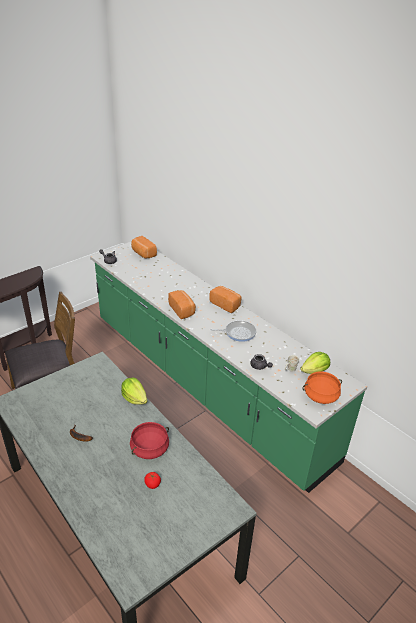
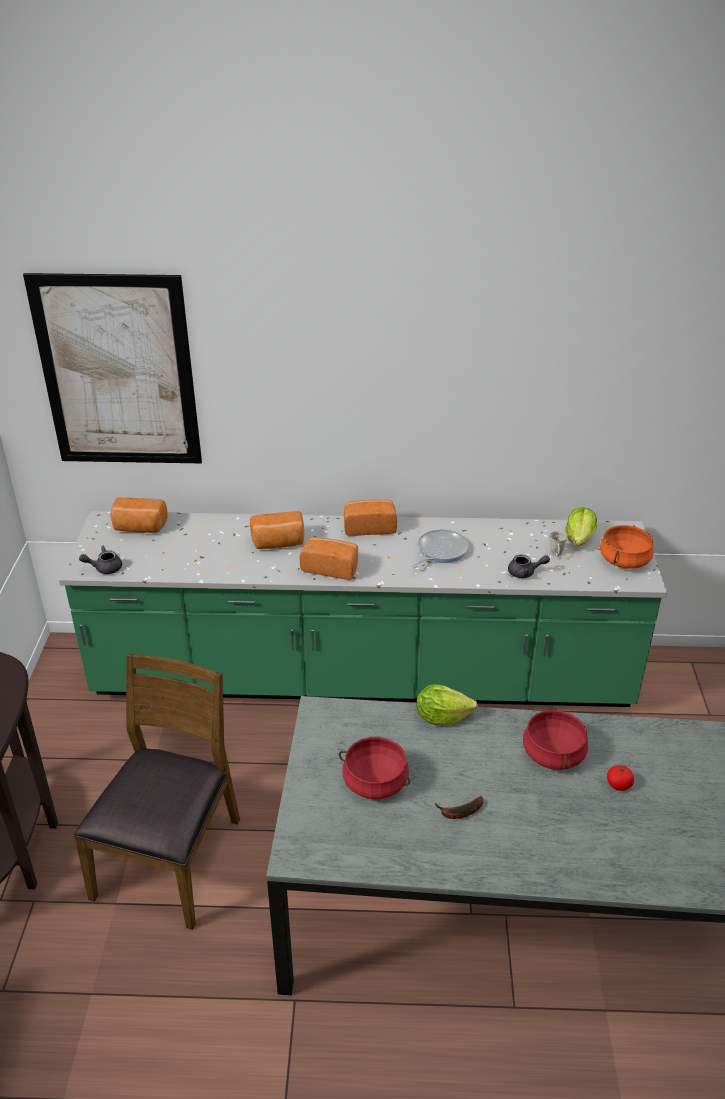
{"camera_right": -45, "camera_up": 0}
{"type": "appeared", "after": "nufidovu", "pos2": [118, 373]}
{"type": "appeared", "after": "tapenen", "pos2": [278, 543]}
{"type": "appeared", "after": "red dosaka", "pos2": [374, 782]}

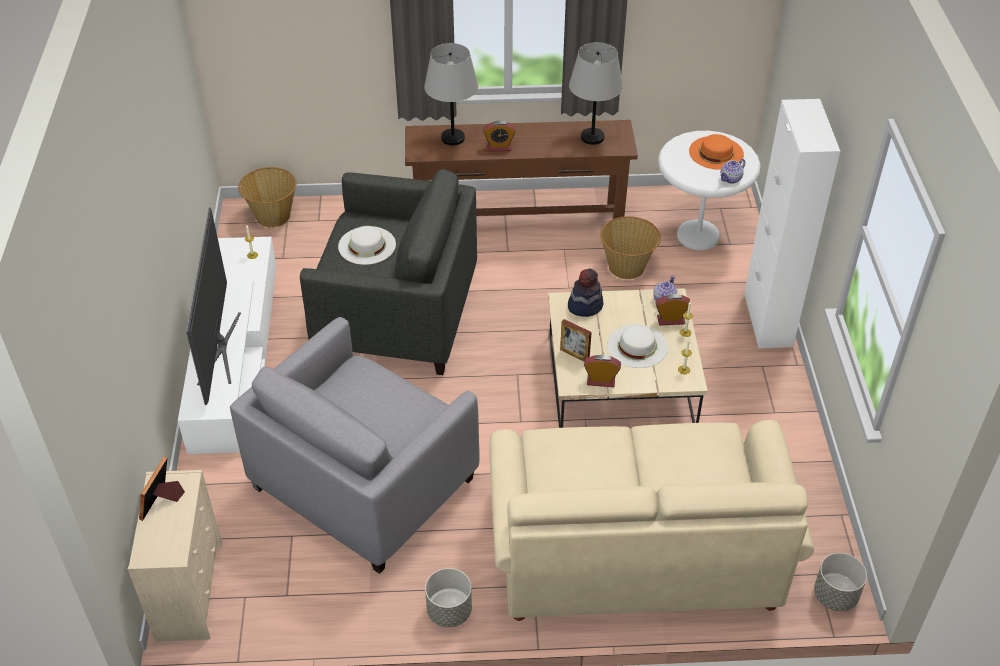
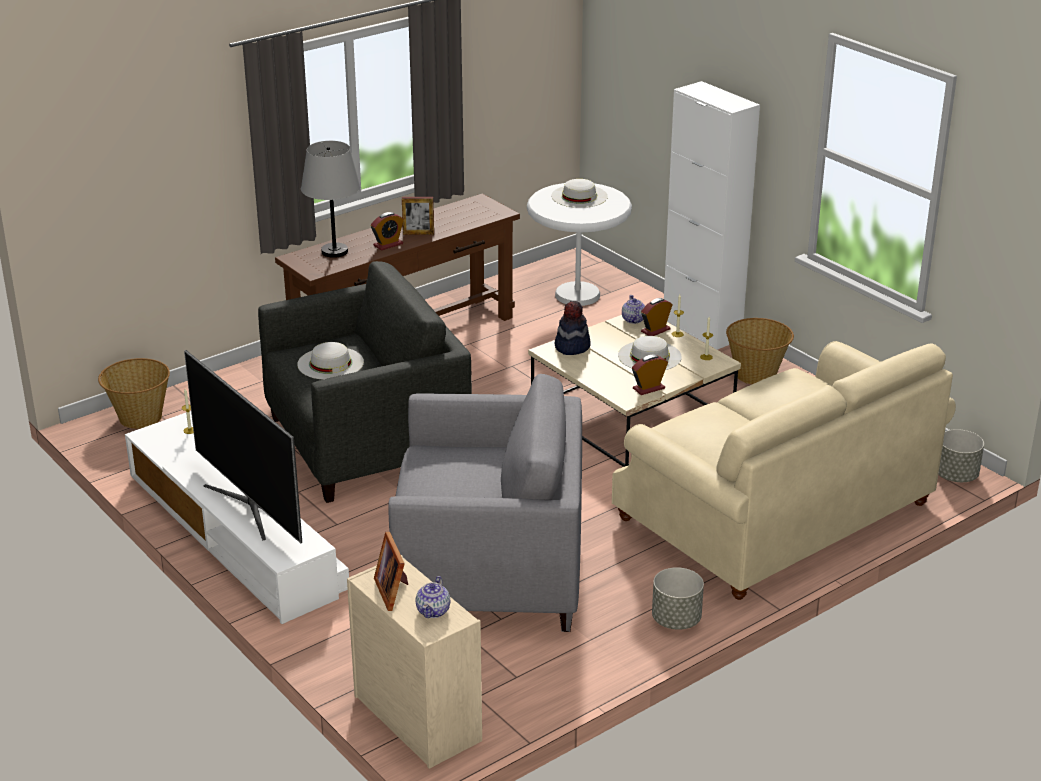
{"camera_right": -35, "camera_up": -15}
{"type": "spun", "before": "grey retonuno", "pos1": [364, 483], "pos2": [489, 570], "turn": -90}
{"type": "relocated", "before": "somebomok", "pos1": [574, 355], "pos2": [418, 233]}
{"type": "relocated", "before": "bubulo", "pos1": [731, 179], "pos2": [433, 610]}
{"type": "colour", "before": "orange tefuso", "after": "white tefuso", "pos1": [716, 152], "pos2": [579, 196]}
{"type": "relocated", "before": "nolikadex", "pos1": [627, 267], "pos2": [756, 374]}
{"type": "missing", "before": "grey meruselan", "pos1": [592, 137]}

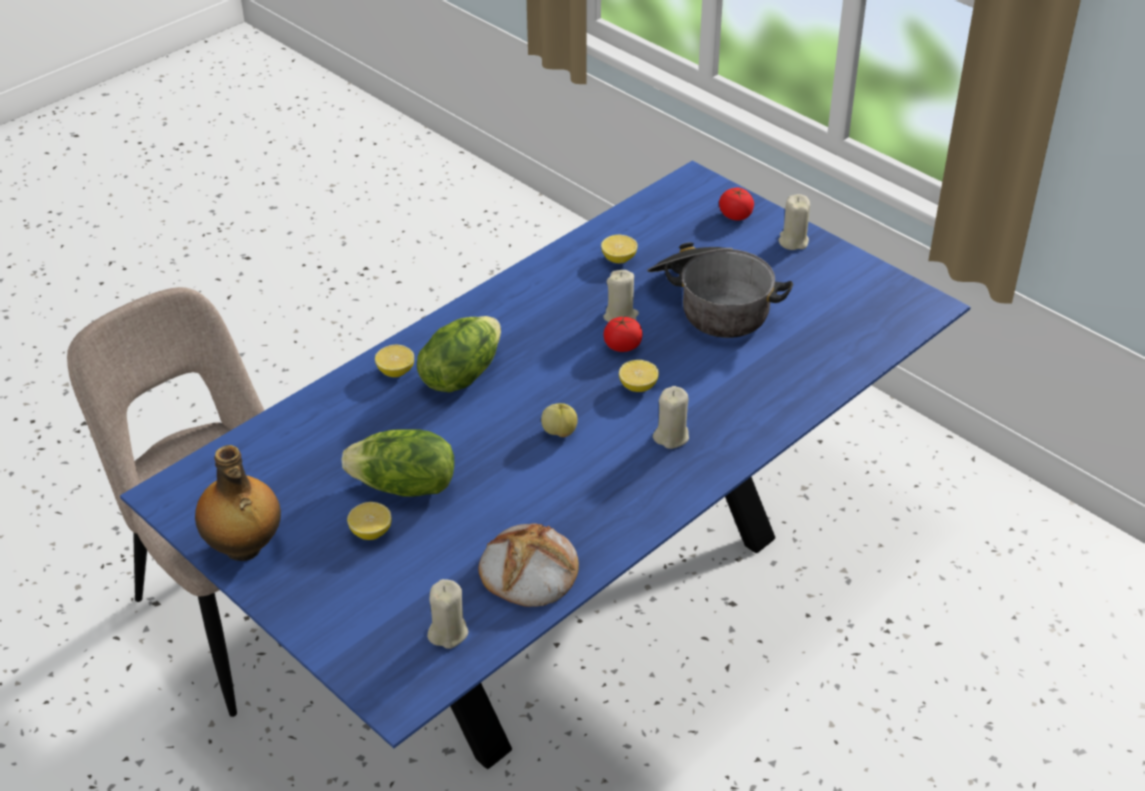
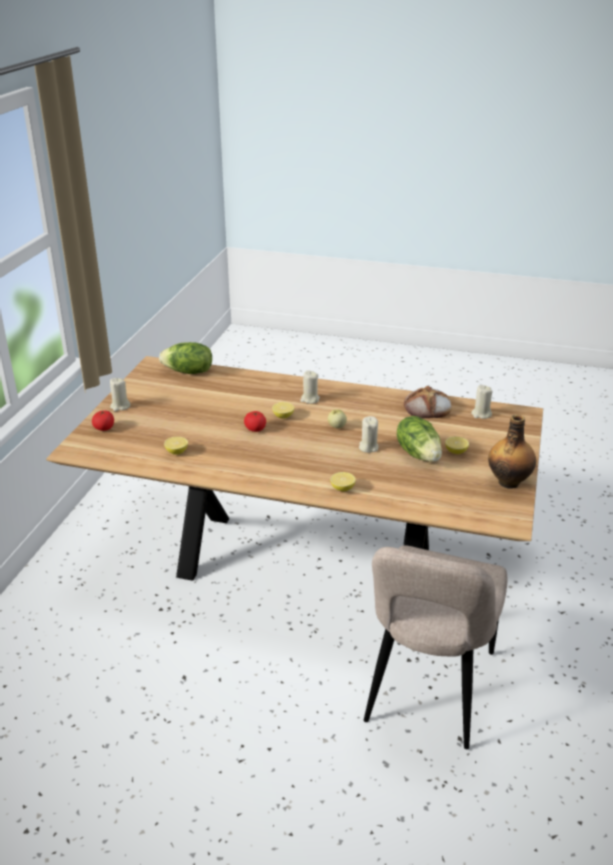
{"camera_right": -120, "camera_up": -10}
{"type": "colour", "before": "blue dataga", "after": "brown dataga", "pos1": [574, 598], "pos2": [306, 566]}
{"type": "relocated", "before": "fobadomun", "pos1": [460, 374], "pos2": [188, 372]}
{"type": "relocated", "before": "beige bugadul", "pos1": [621, 316], "pos2": [368, 447]}
{"type": "missing", "before": "dosaka", "pos1": [712, 304]}

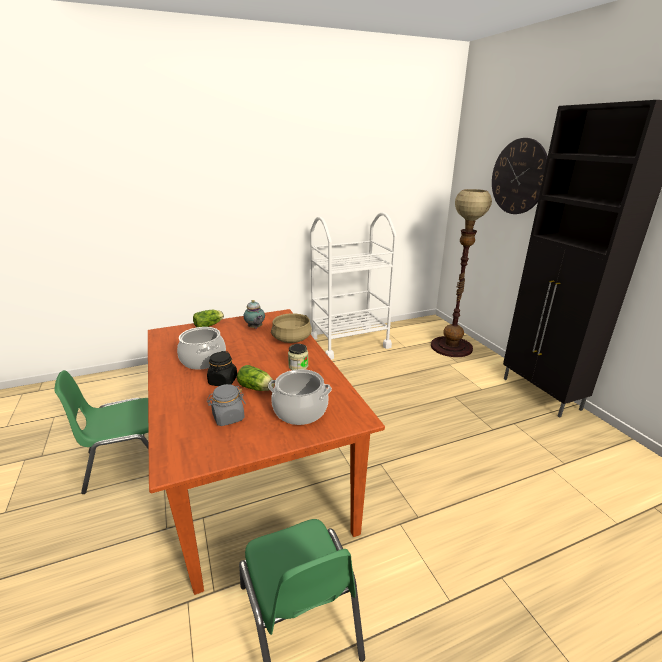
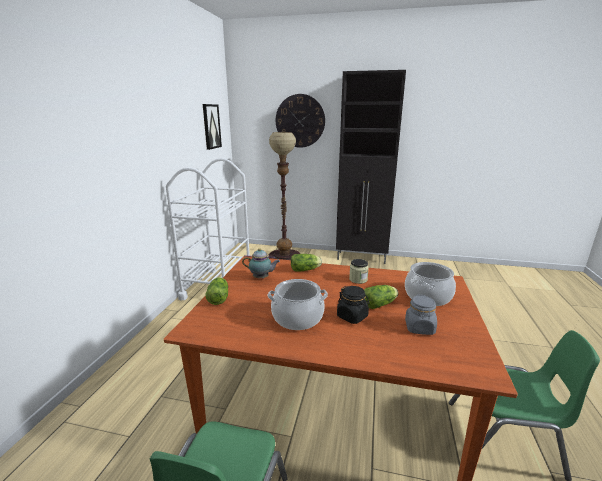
{"camera_right": -55, "camera_up": -5}
{"type": "appeared", "after": "nufidovu", "pos2": [211, 126]}
{"type": "exchanged", "before": "beige dosaka", "after": "fobadomun", "pos1": [291, 339], "pos2": [306, 270]}

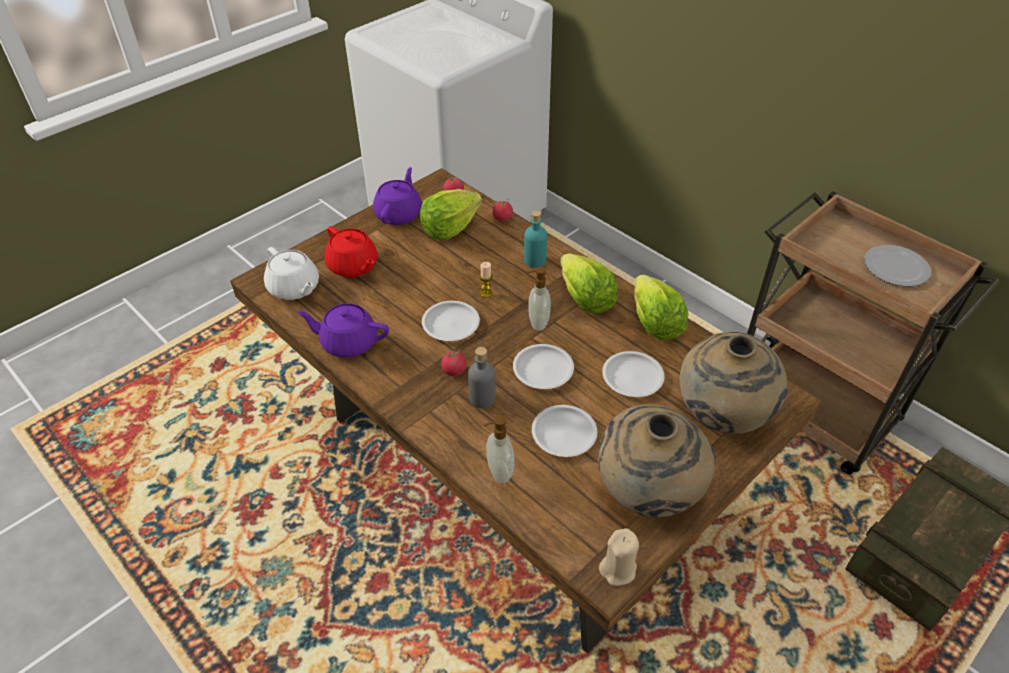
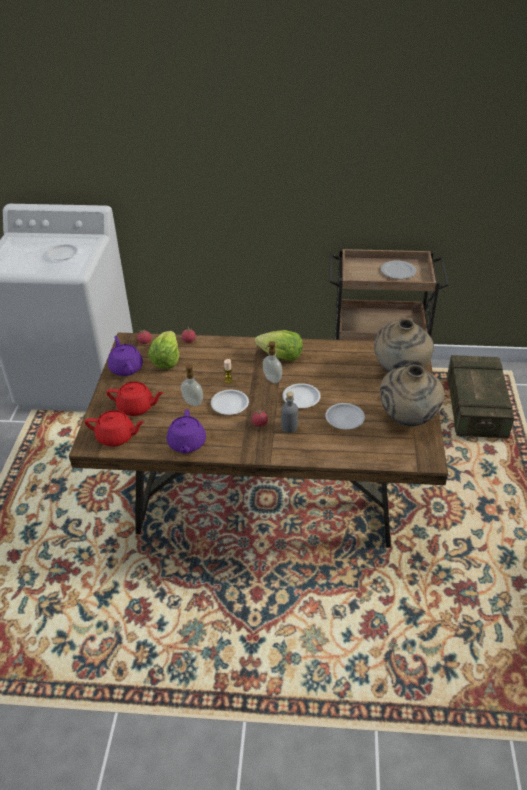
{"camera_right": -40, "camera_up": -5}
{"type": "relocated", "before": "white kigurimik", "pos1": [632, 378], "pos2": [62, 254]}
{"type": "colour", "before": "white bubulo", "after": "red bubulo", "pos1": [294, 288], "pos2": [116, 437]}
{"type": "spun", "before": "purple bubulo", "pos1": [348, 342], "pos2": [186, 444], "turn": -60}
{"type": "relocated", "before": "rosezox", "pos1": [499, 471], "pos2": [192, 403]}
{"type": "missing", "before": "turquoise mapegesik", "pos1": [534, 260]}
{"type": "missing", "before": "beige bugadul", "pos1": [618, 569]}
{"type": "missing", "before": "fobadomun", "pos1": [654, 323]}

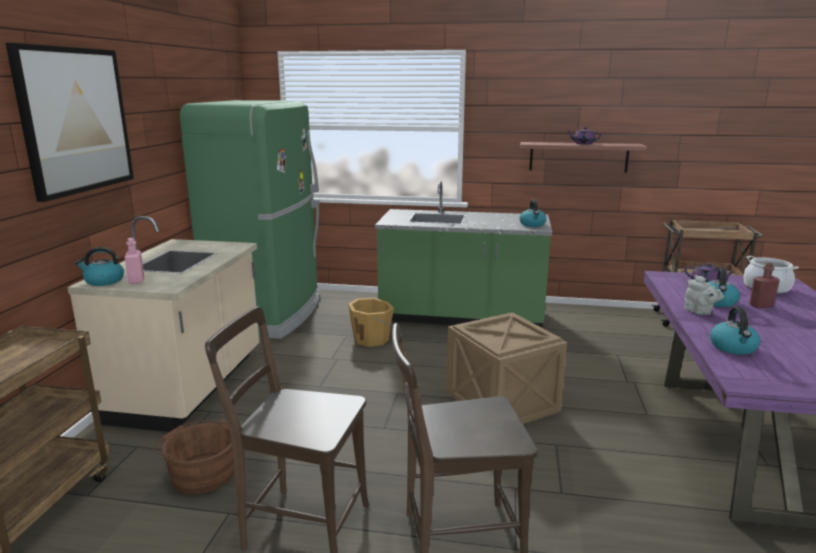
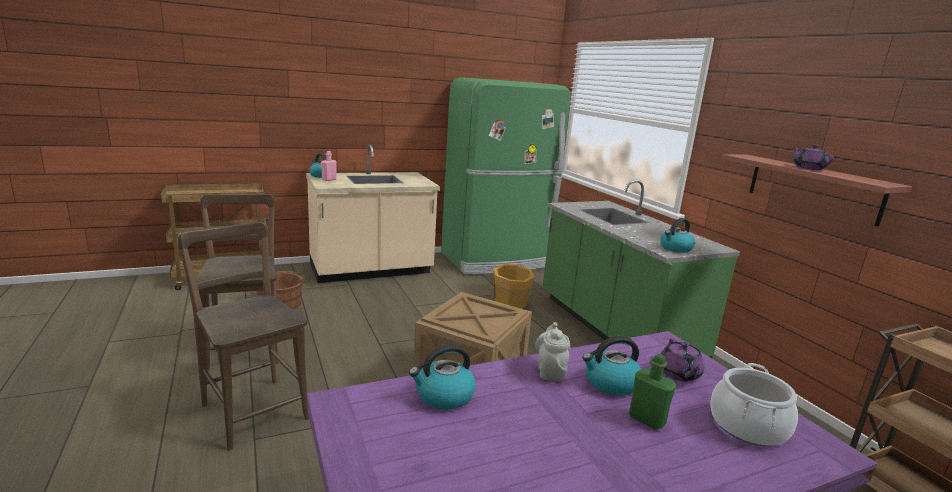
{"camera_right": 55, "camera_up": 0}
{"type": "spun", "before": "grey bubulo", "pos1": [699, 312], "pos2": [550, 371], "turn": 150}
{"type": "colour", "before": "red mapegesik", "after": "green mapegesik", "pos1": [761, 305], "pos2": [647, 419]}
{"type": "missing", "before": "nufidovu", "pos1": [75, 120]}

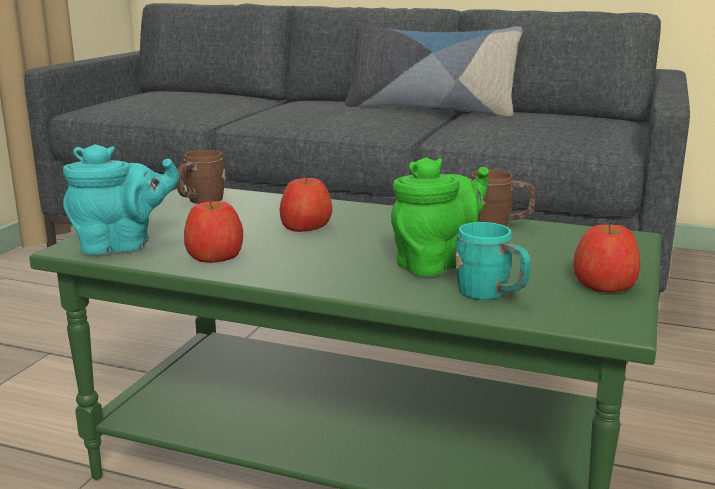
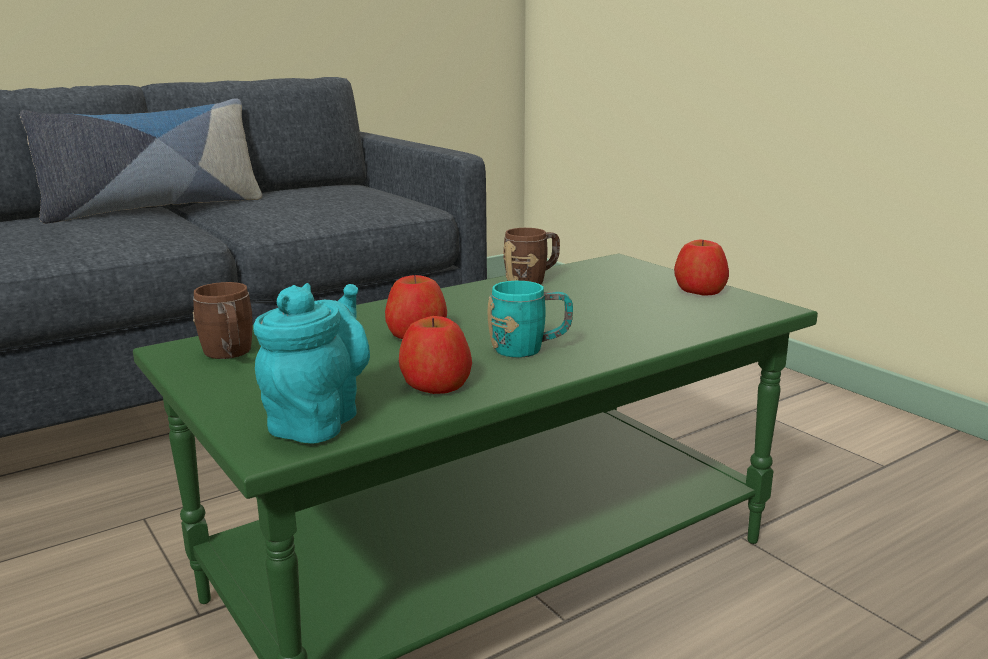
{"camera_right": -55, "camera_up": 0}
{"type": "relocated", "before": "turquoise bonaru", "pos1": [490, 295], "pos2": [529, 349]}
{"type": "missing", "before": "green bubulo", "pos1": [436, 264]}

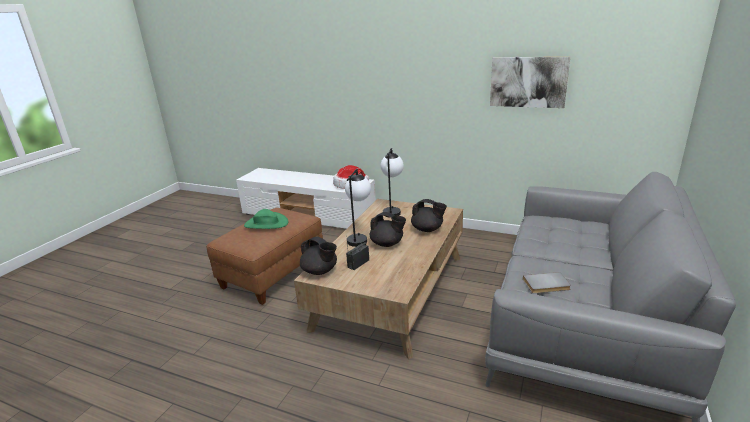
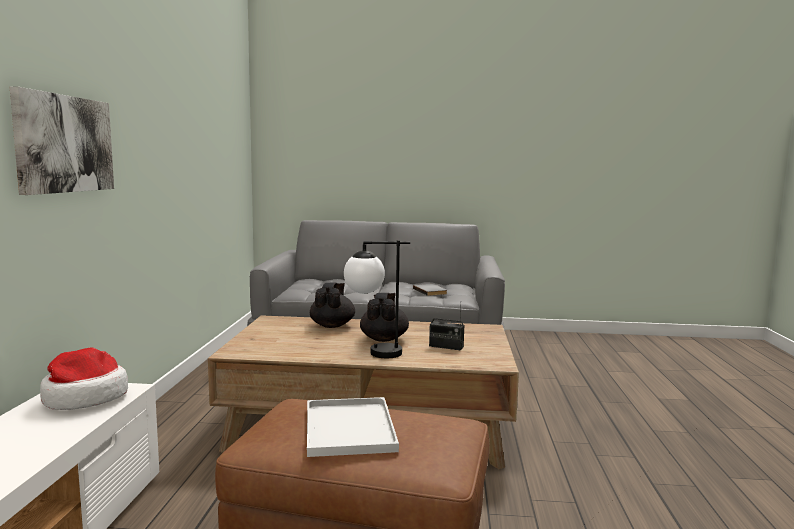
{"camera_right": -110, "camera_up": -15}
{"type": "relocated", "before": "nufidovu", "pos1": [528, 82], "pos2": [64, 144]}
{"type": "exchanged", "before": "green tefuso", "after": "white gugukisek", "pos1": [266, 224], "pos2": [350, 429]}
{"type": "missing", "before": "black bubulo", "pos1": [320, 271]}
{"type": "missing", "before": "meruselan", "pos1": [392, 210]}

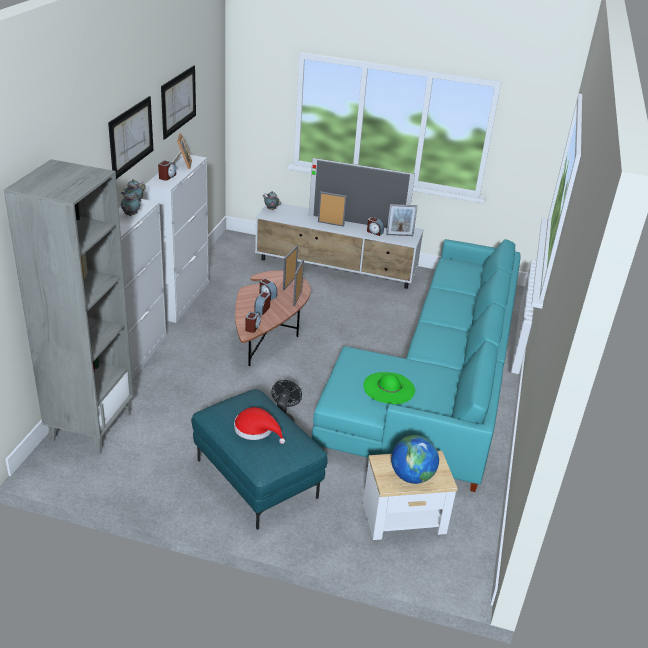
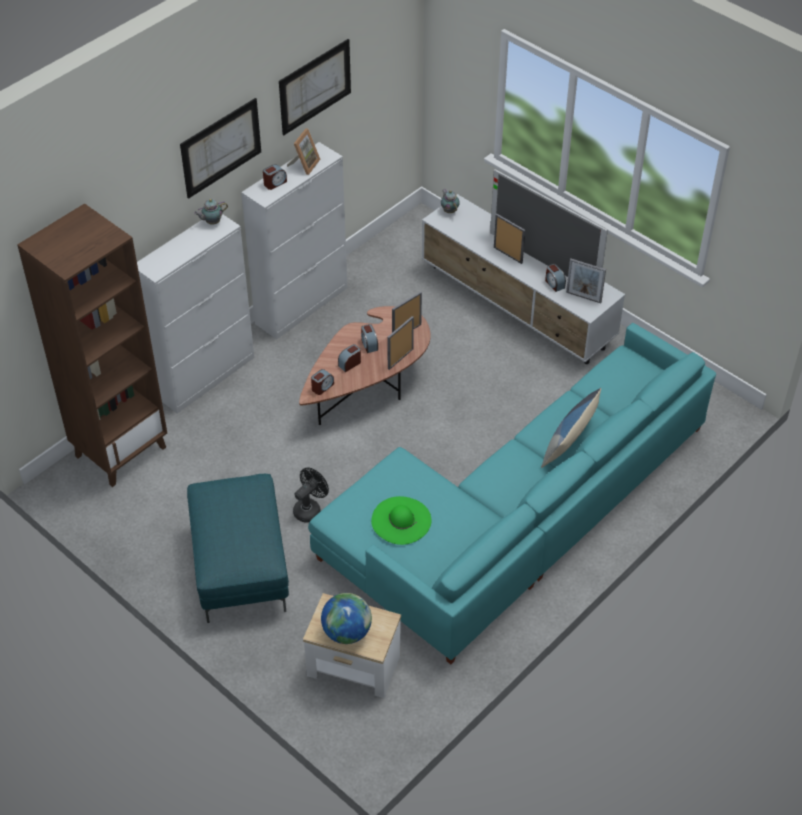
{"camera_right": 30, "camera_up": 15}
{"type": "colour", "before": "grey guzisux", "after": "brown guzisux", "pos1": [91, 426], "pos2": [121, 451]}
{"type": "appeared", "after": "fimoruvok", "pos2": [569, 441]}
{"type": "missing", "before": "bubulo", "pos1": [130, 215]}
{"type": "missing", "before": "red tefuso", "pos1": [256, 429]}

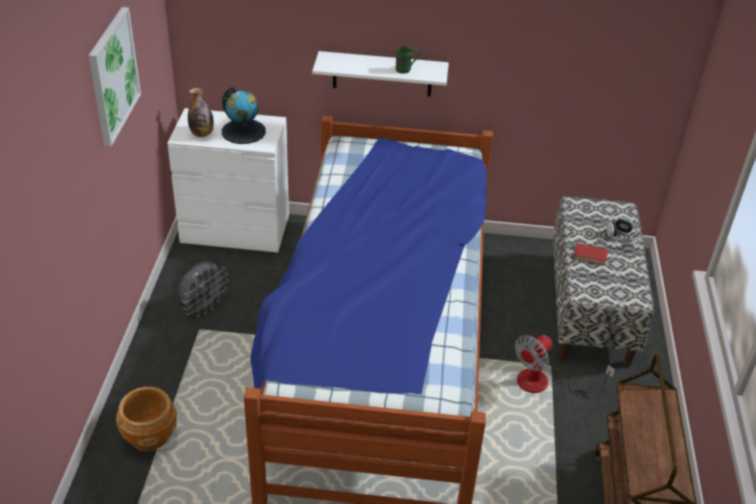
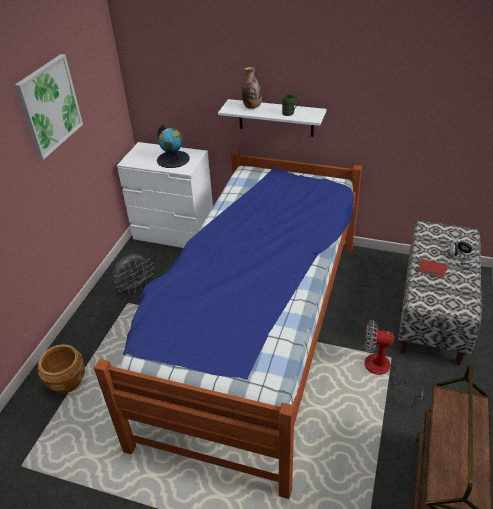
{"camera_right": 15, "camera_up": 0}
{"type": "relocated", "before": "mapegesik", "pos1": [202, 134], "pos2": [252, 107]}
{"type": "spun", "before": "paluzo", "pos1": [544, 383], "pos2": [383, 372], "turn": 45}

